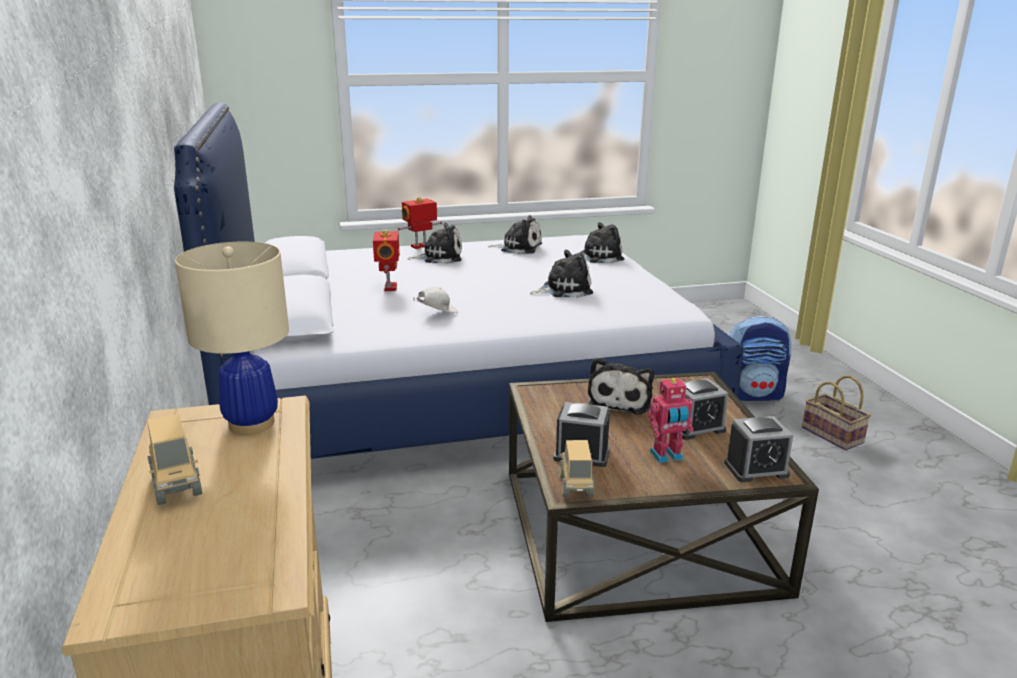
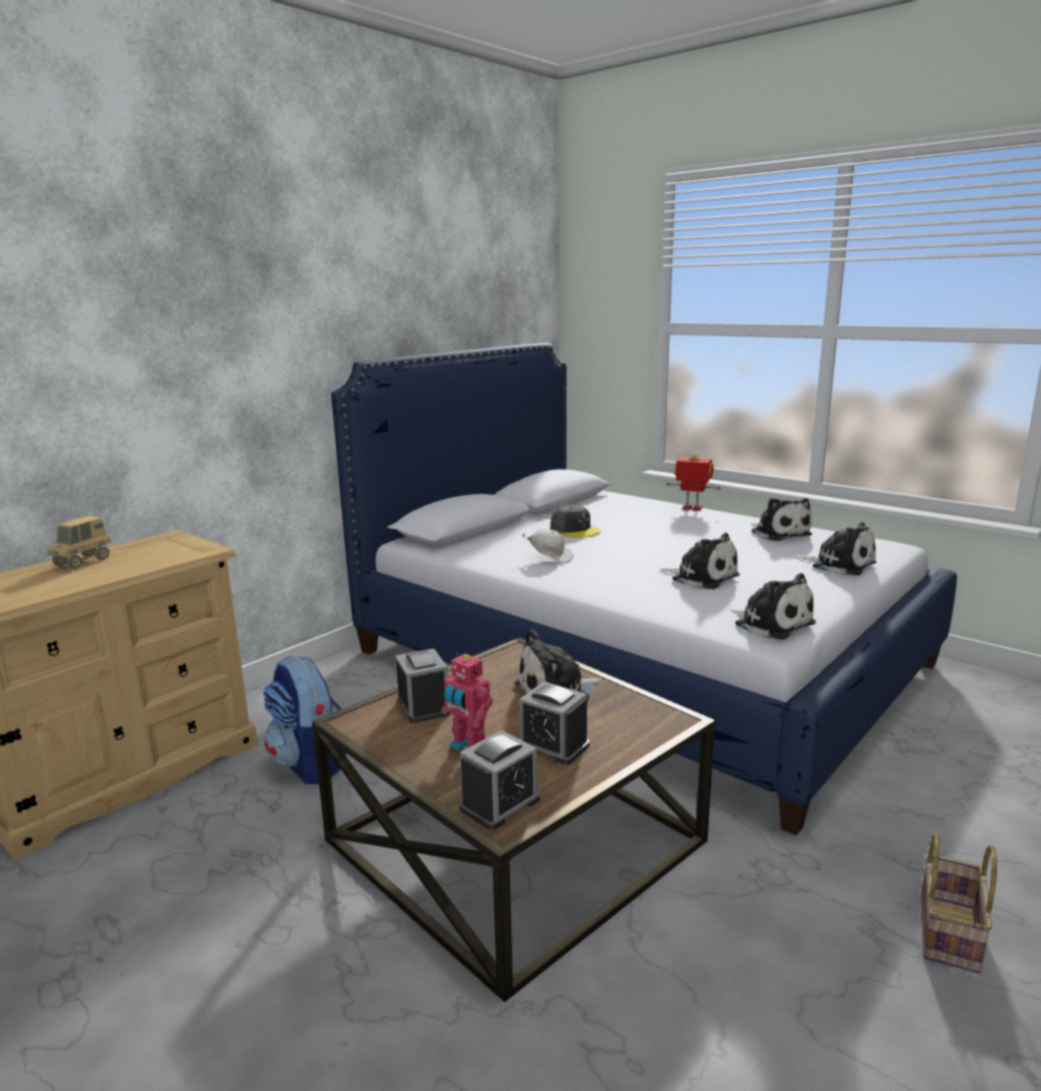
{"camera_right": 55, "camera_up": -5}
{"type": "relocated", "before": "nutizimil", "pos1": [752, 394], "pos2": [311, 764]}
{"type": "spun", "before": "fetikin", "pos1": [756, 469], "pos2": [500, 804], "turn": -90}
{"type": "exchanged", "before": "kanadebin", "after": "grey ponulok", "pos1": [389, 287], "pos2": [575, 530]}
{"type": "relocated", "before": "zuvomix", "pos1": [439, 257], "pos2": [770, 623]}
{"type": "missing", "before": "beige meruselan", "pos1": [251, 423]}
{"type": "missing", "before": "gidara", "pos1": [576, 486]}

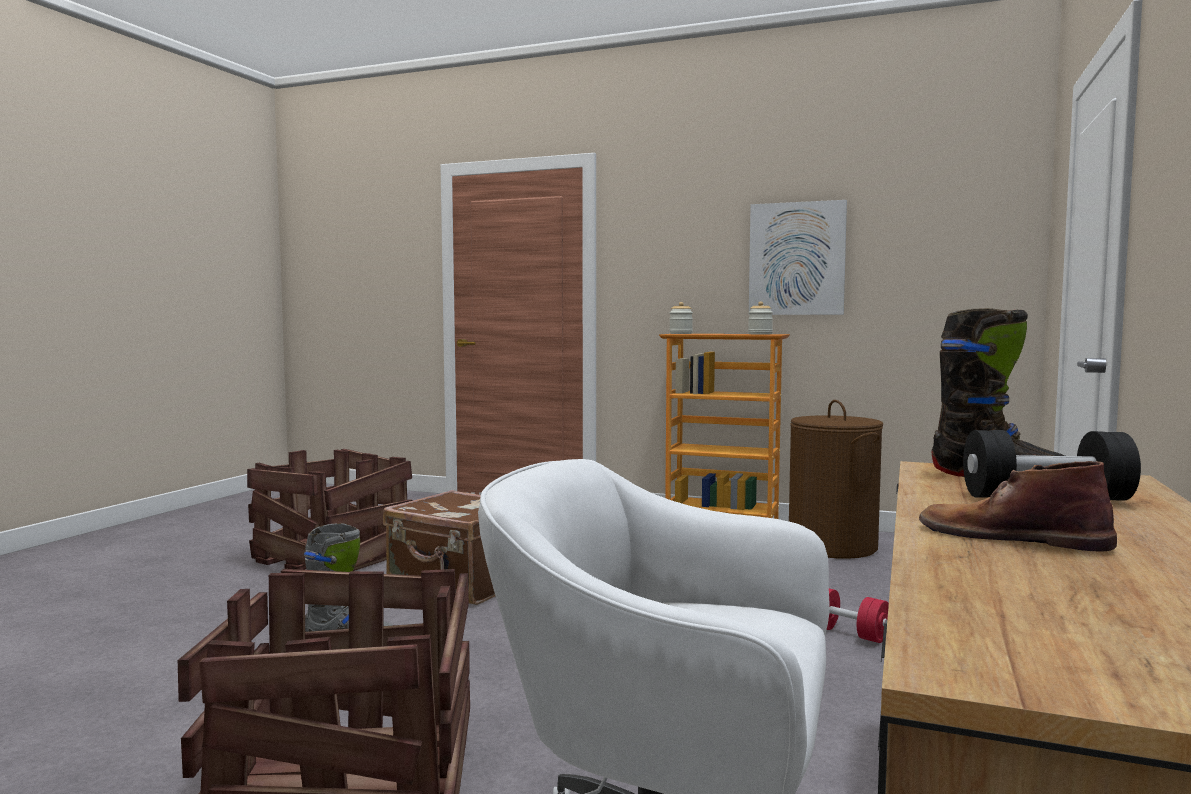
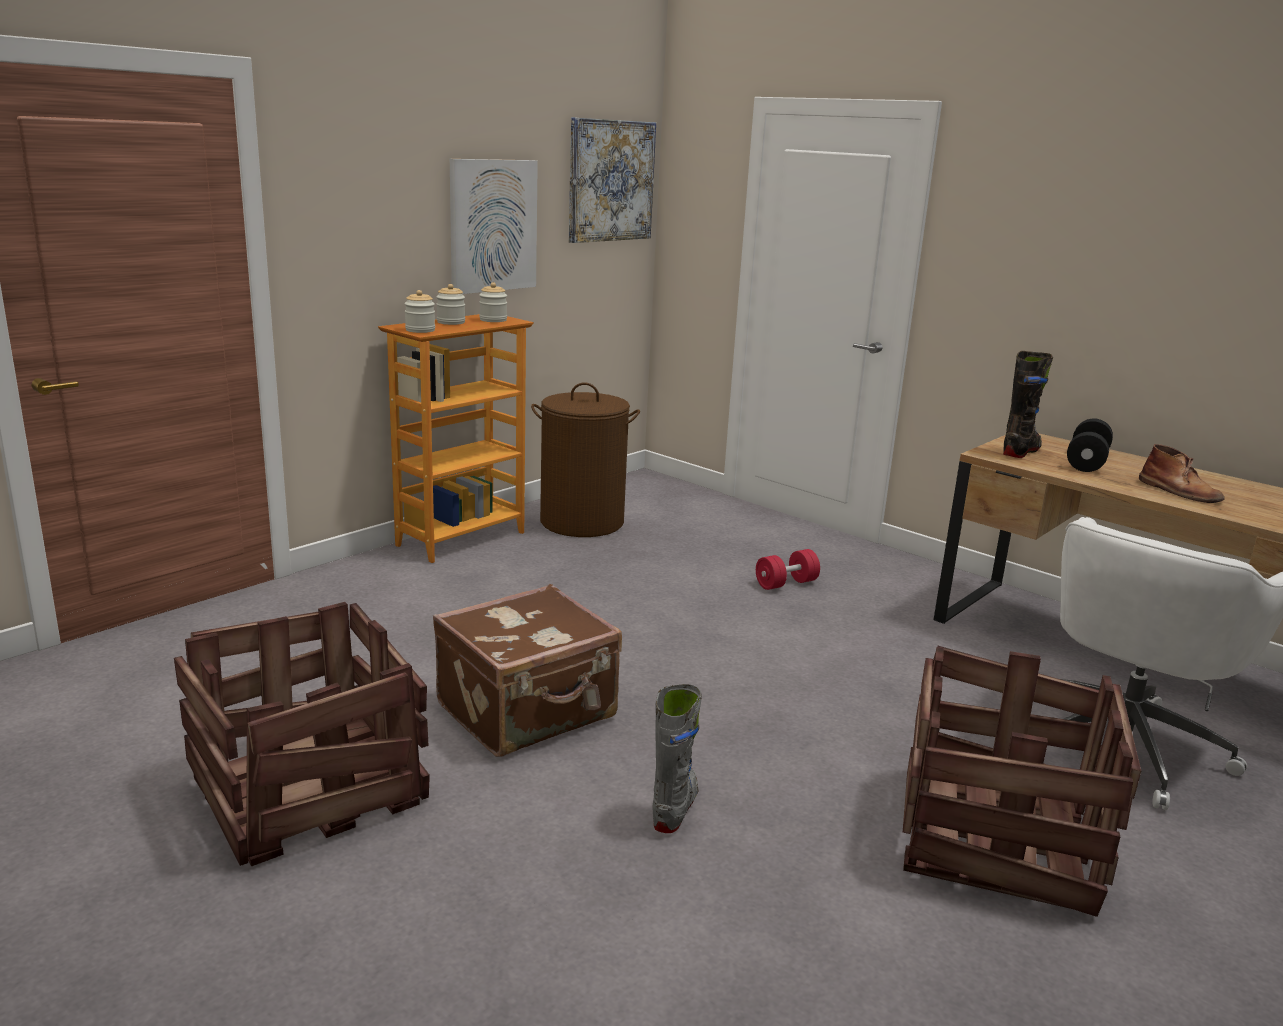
{"camera_right": -70, "camera_up": 15}
{"type": "appeared", "after": "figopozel", "pos2": [451, 322]}
{"type": "appeared", "after": "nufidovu", "pos2": [610, 181]}
{"type": "spun", "before": "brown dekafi", "pos1": [1010, 537], "pos2": [1179, 491], "turn": -90}

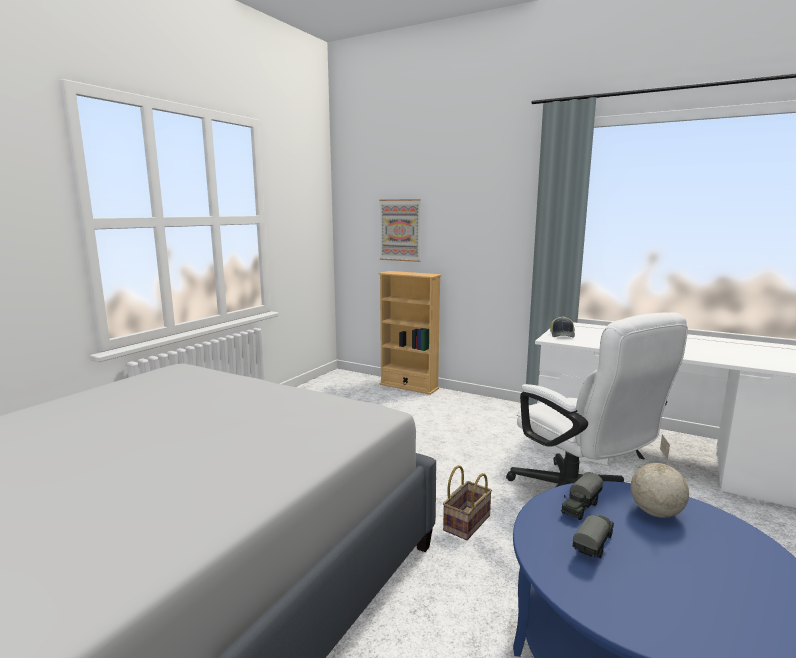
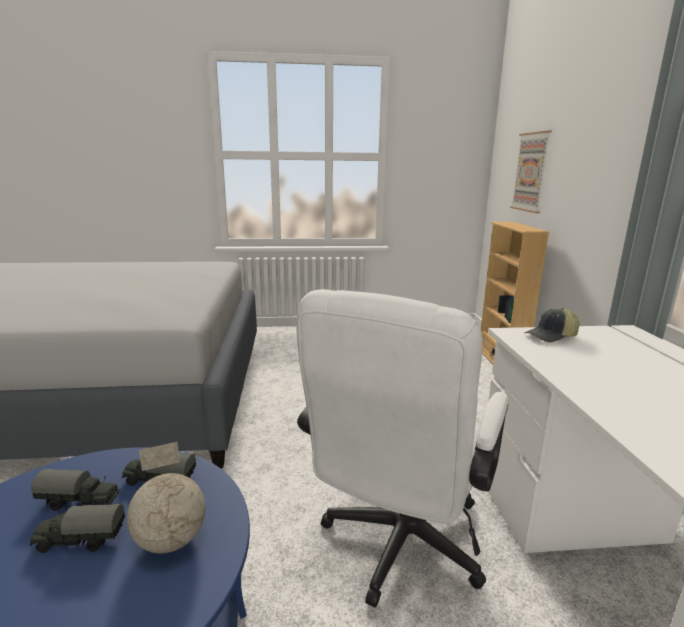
{"camera_right": 55, "camera_up": 5}
{"type": "appeared", "after": "gidara", "pos2": [79, 541]}
{"type": "missing", "before": "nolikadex", "pos1": [466, 522]}

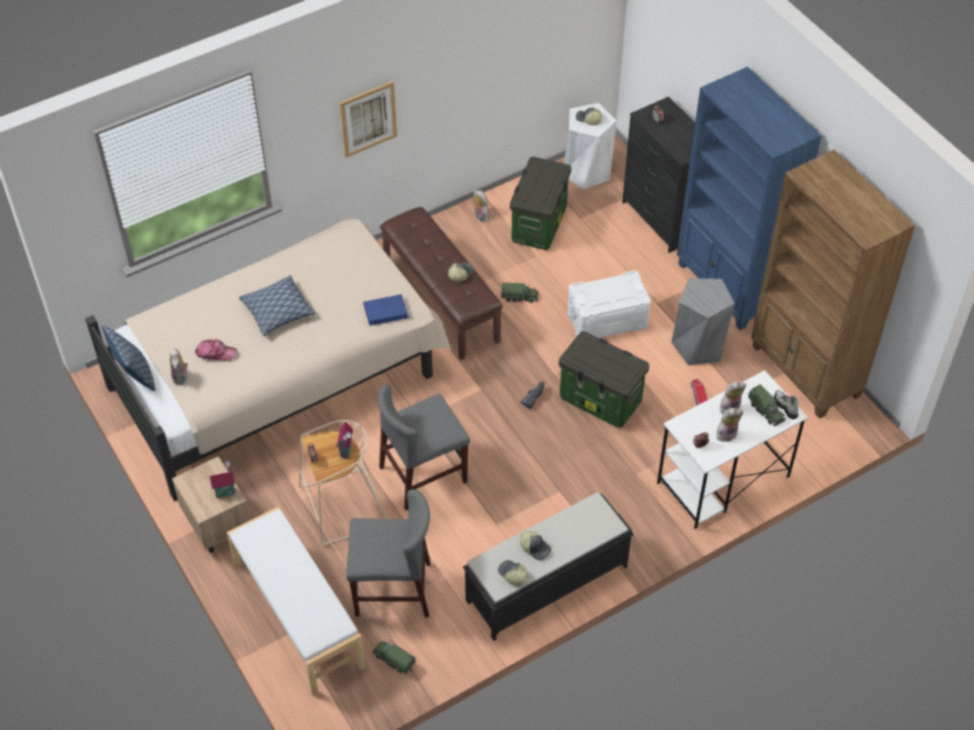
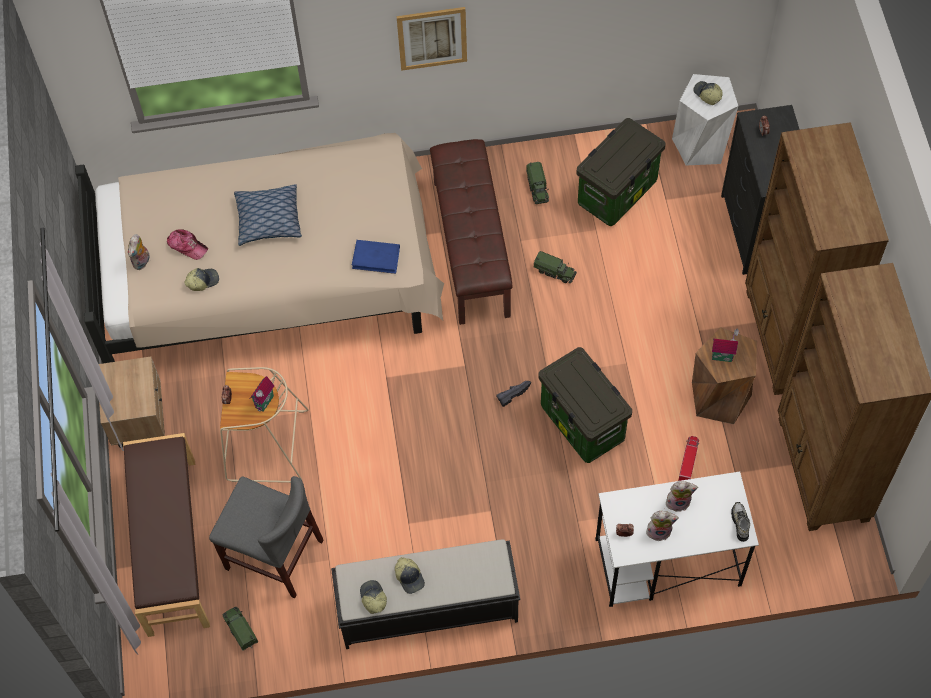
{"camera_right": 25, "camera_up": 10}
{"type": "colour", "before": "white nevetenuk", "after": "brown nevetenuk", "pos1": [297, 615], "pos2": [171, 546]}
{"type": "relocated", "before": "ponulok", "pos1": [460, 274], "pos2": [202, 281]}
{"type": "relocated", "before": "gidara", "pos1": [766, 411], "pos2": [537, 188]}
{"type": "colour", "before": "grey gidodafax", "after": "brown gidodafax", "pos1": [698, 346], "pos2": [719, 397]}
{"type": "relocated", "before": "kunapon", "pos1": [225, 491], "pos2": [722, 355]}
{"type": "colour", "before": "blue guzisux", "after": "brown guzisux", "pos1": [728, 287], "pos2": [787, 339]}
{"type": "missing", "before": "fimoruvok", "pos1": [135, 375]}
{"type": "missing", "before": "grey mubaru", "pos1": [423, 474]}
{"type": "missing", "before": "zuvomix", "pos1": [480, 216]}
{"type": "missing", "before": "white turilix", "pos1": [607, 320]}

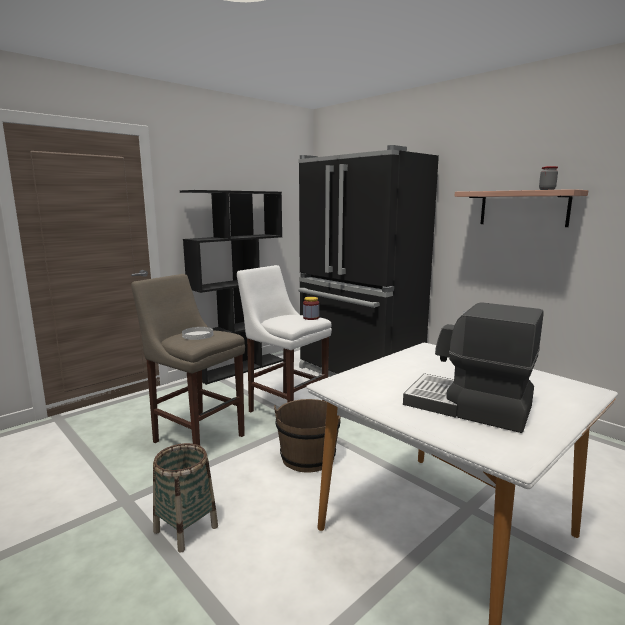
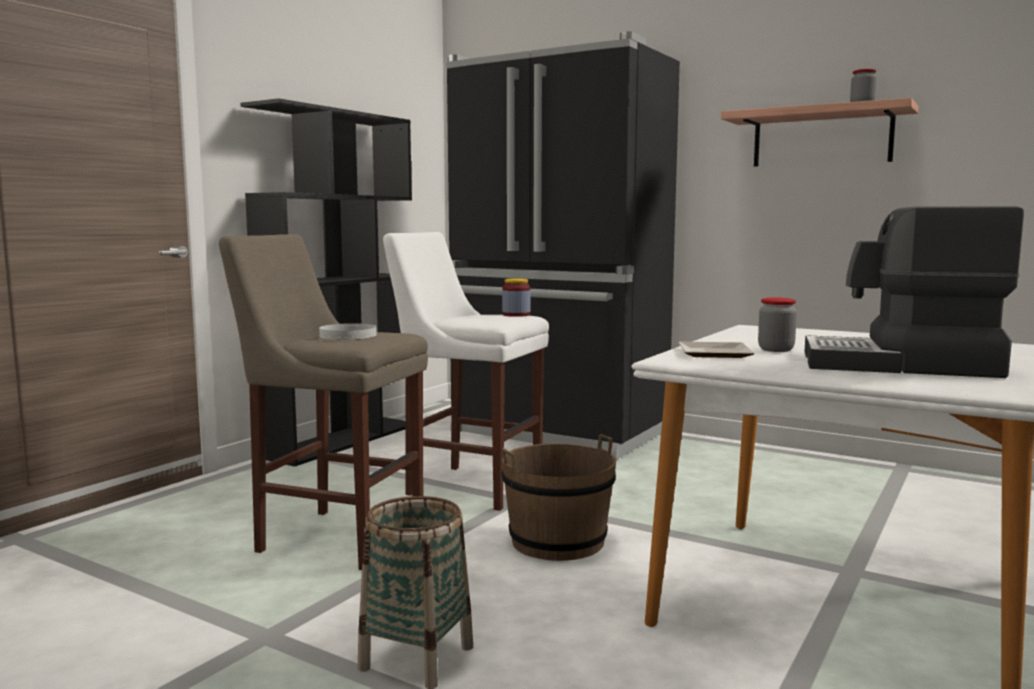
{"camera_right": -15, "camera_up": -5}
{"type": "appeared", "after": "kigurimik", "pos2": [711, 353]}
{"type": "appeared", "after": "figopozel", "pos2": [776, 350]}

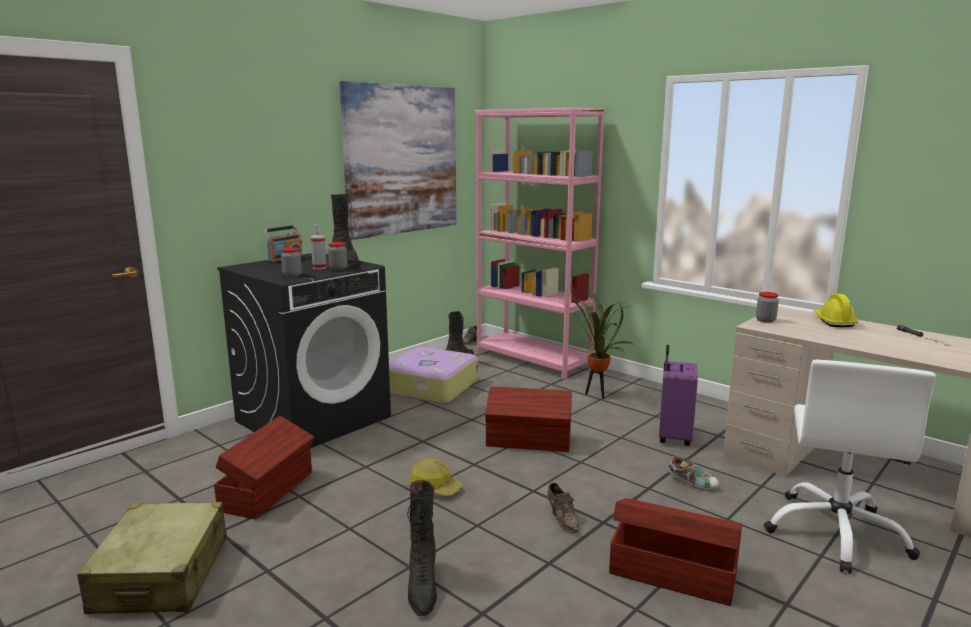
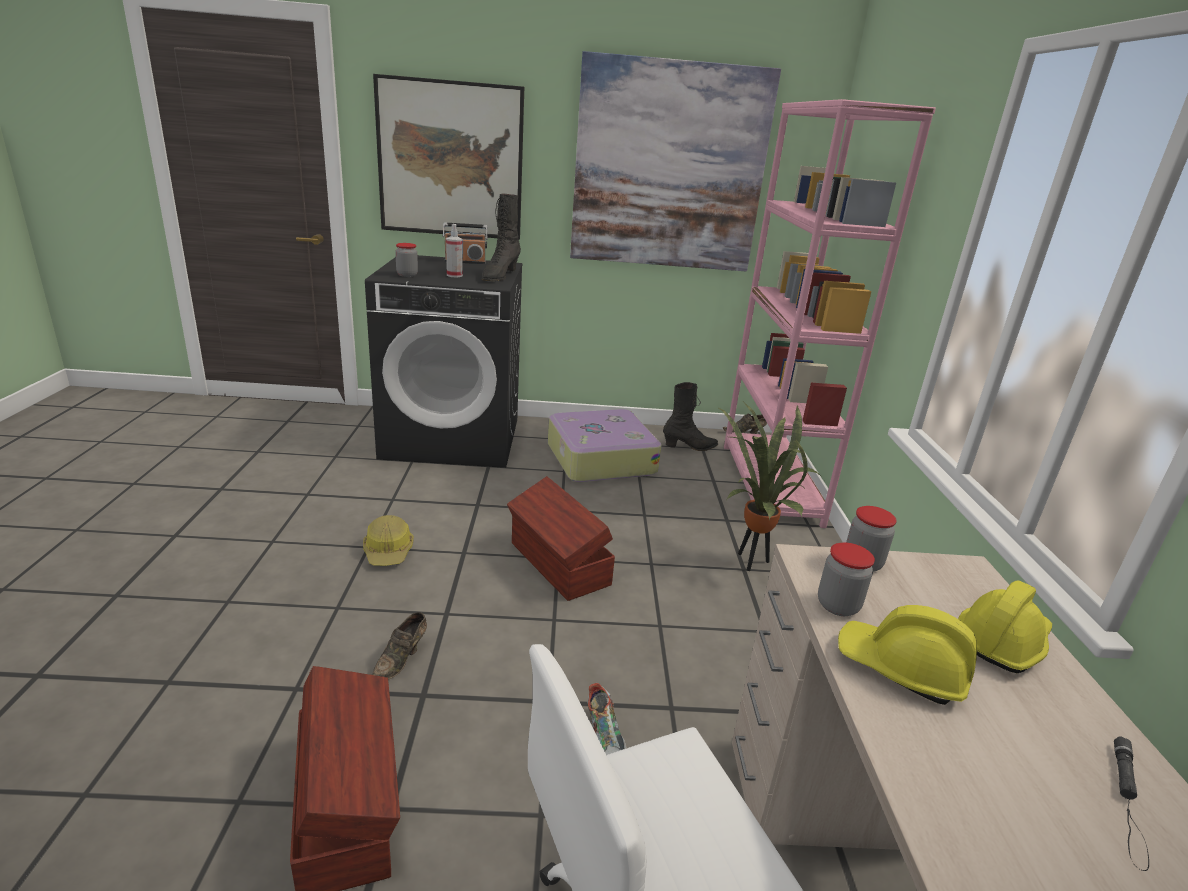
{"camera_right": 45, "camera_up": 10}
{"type": "appeared", "after": "nufidovu", "pos2": [451, 160]}
{"type": "relocated", "before": "figopozel", "pos1": [338, 269], "pos2": [838, 606]}
{"type": "appeared", "after": "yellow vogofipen", "pos2": [901, 669]}
{"type": "missing", "before": "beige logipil", "pos1": [162, 575]}
{"type": "missing", "before": "brown turilix", "pos1": [269, 491]}
{"type": "missing", "before": "black dekafi", "pos1": [422, 588]}
{"type": "missing", "before": "purple logipil", "pos1": [673, 437]}

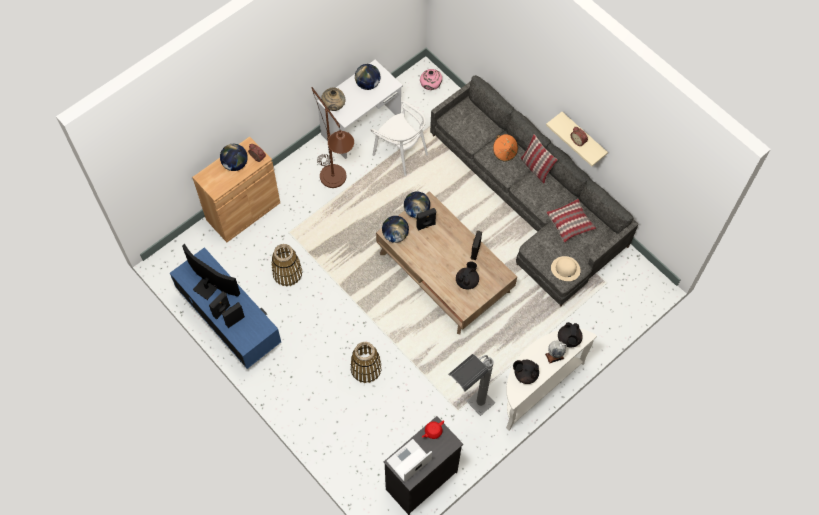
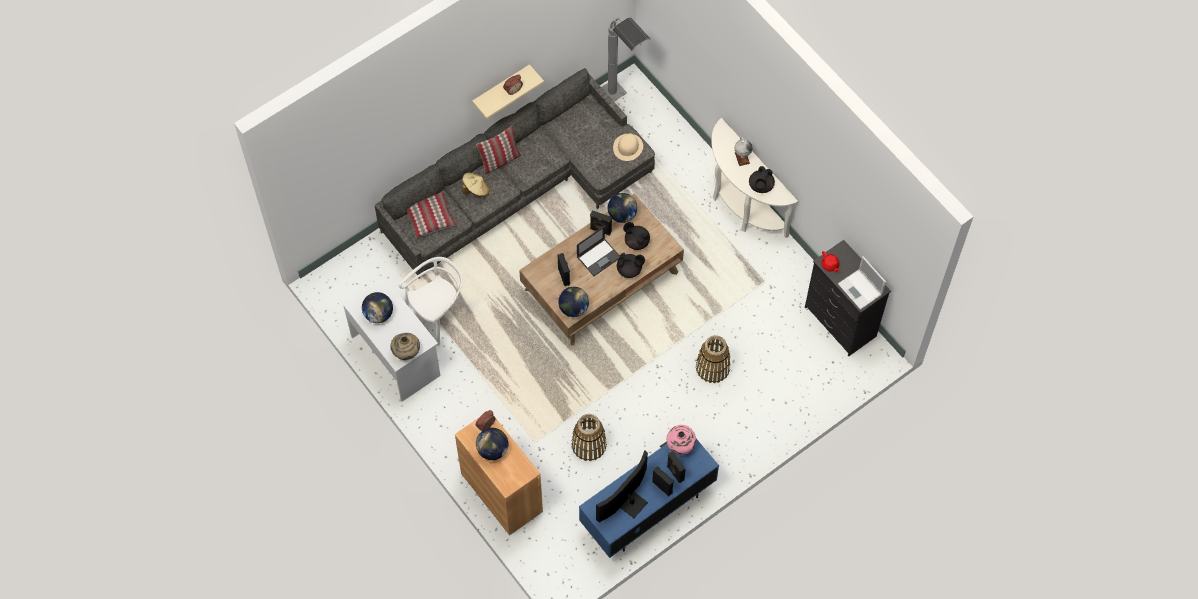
{"camera_right": -85, "camera_up": 0}
{"type": "relocated", "before": "fimoruvok", "pos1": [570, 223], "pos2": [429, 217]}
{"type": "colour", "before": "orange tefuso", "after": "beige tefuso", "pos1": [504, 152], "pos2": [476, 189]}
{"type": "appeared", "after": "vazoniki", "pos2": [599, 257]}
{"type": "relocated", "before": "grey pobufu", "pos1": [470, 412], "pos2": [622, 102]}
{"type": "relocated", "before": "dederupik", "pos1": [416, 211], "pos2": [622, 215]}
{"type": "relocated", "before": "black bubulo", "pos1": [569, 339], "pos2": [629, 270]}
{"type": "relocated", "before": "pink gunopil", "pos1": [430, 86], "pos2": [680, 446]}
{"type": "missing", "before": "brown pobufu", "pos1": [336, 182]}

